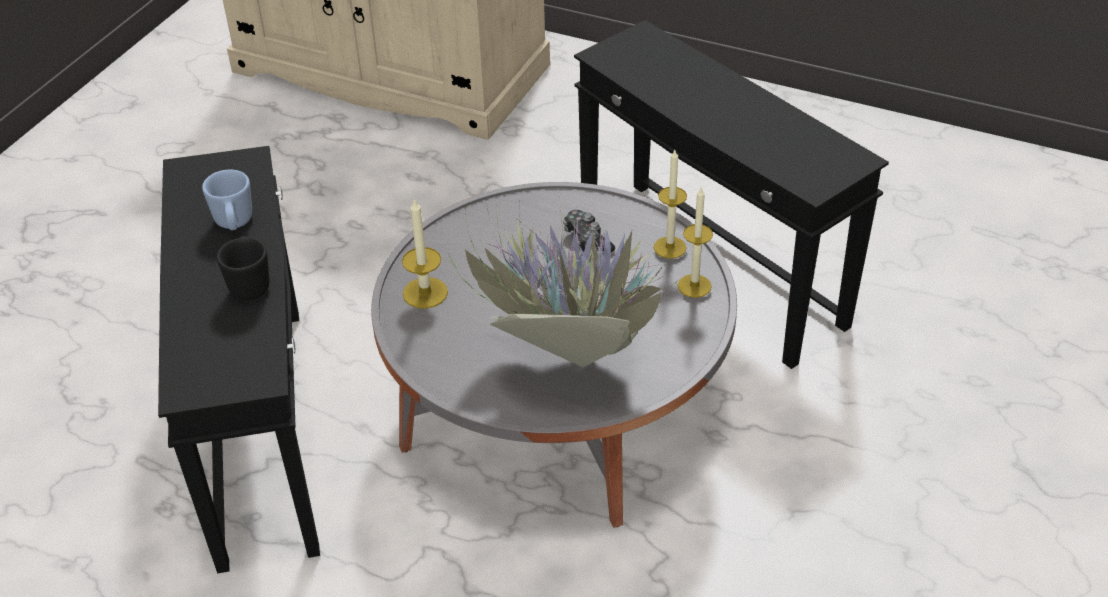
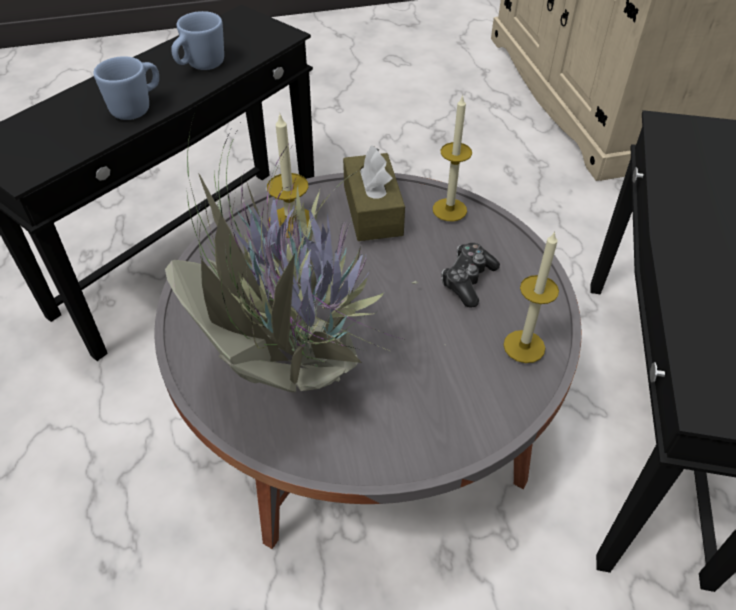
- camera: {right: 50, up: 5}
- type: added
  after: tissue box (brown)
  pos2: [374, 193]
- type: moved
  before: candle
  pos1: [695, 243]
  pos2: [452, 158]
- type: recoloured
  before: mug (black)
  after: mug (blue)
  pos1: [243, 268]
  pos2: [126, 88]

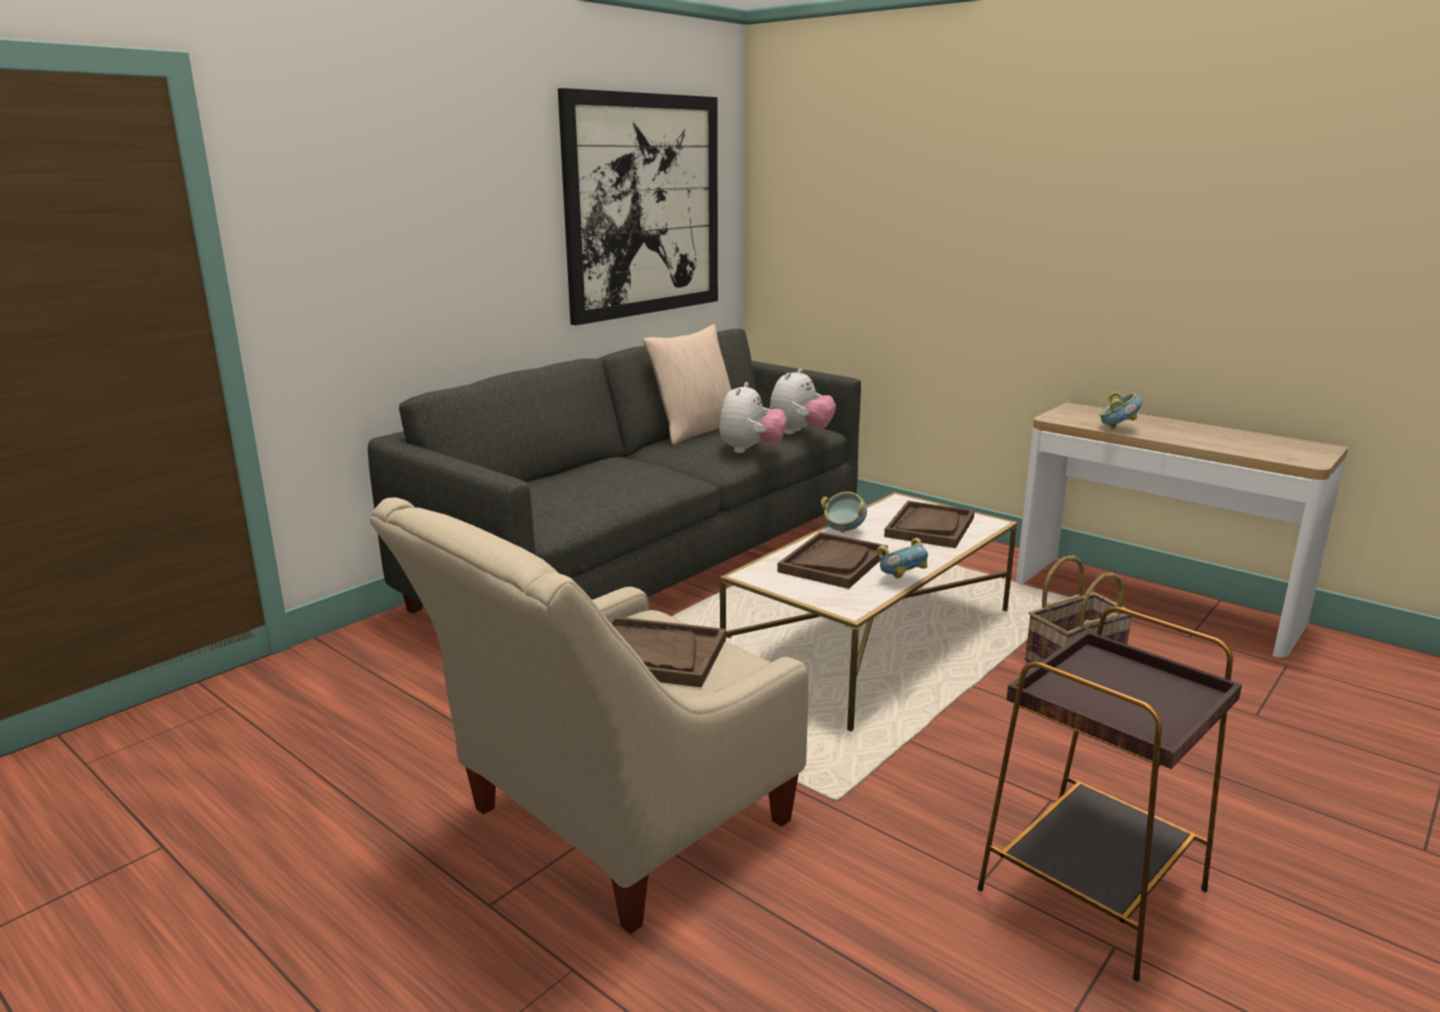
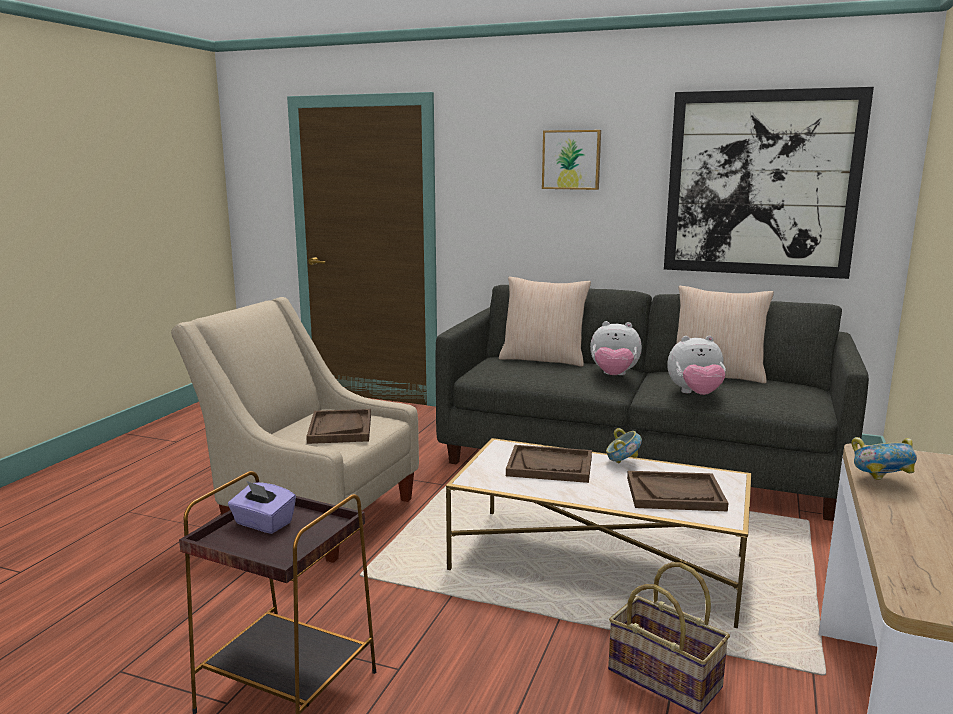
- camera: {right: 70, up: -5}
- type: removed
  before: bowl
  pos1: [902, 558]
- type: added
  after: tissue box (purple)
  pos2: [262, 507]
- type: added
  after: pillow (beige)
  pos2: [545, 322]
- type: added
  after: picture
  pos2: [571, 160]
- type: moved
  before: plush toy
  pos1: [803, 401]
  pos2: [616, 348]

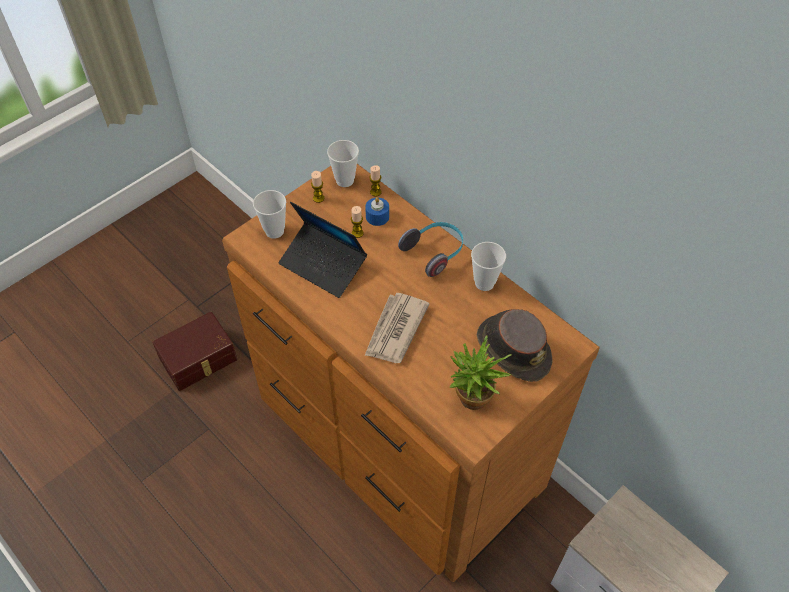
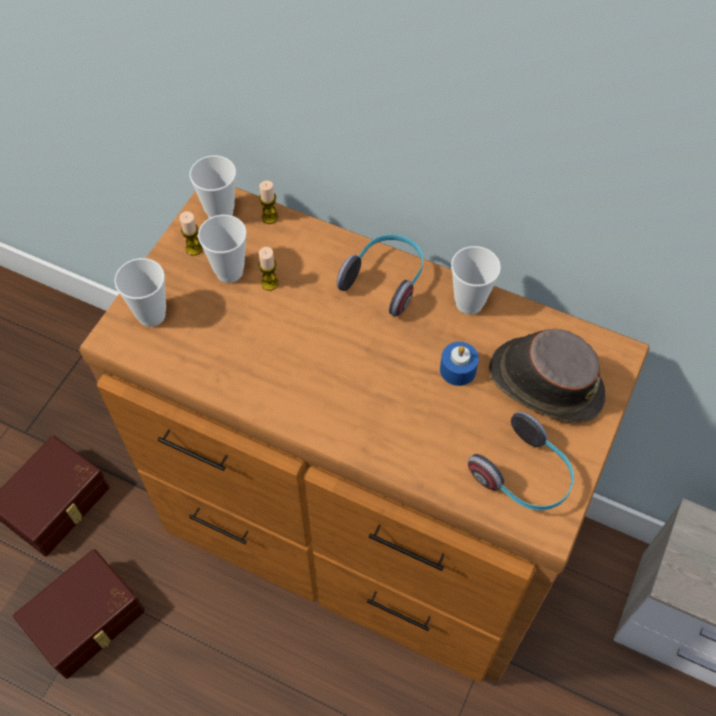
- camera: {right: -20, up: 5}
- type: removed
  before: laptop
  pos1: [323, 250]
- type: removed
  before: newspaper
  pos1: [396, 328]
- type: added
  after: storage box (brown)
  pos2: [79, 614]
- type: added
  after: cup
  pos2: [222, 249]
- type: moved
  before: candle (blue)
  pos1: [377, 211]
  pos2: [459, 364]
- type: replaced
  before: potted plant
  after: headphones
  pos1: [481, 373]
  pos2: [521, 461]

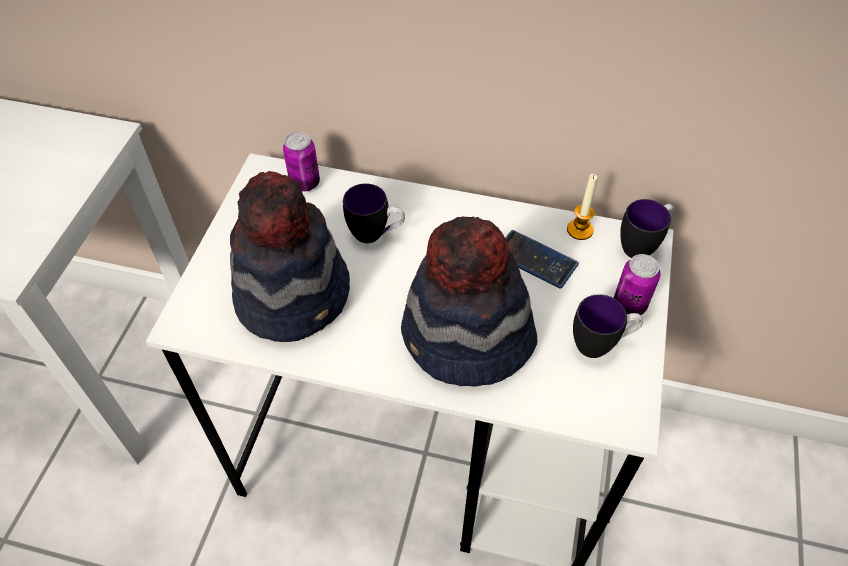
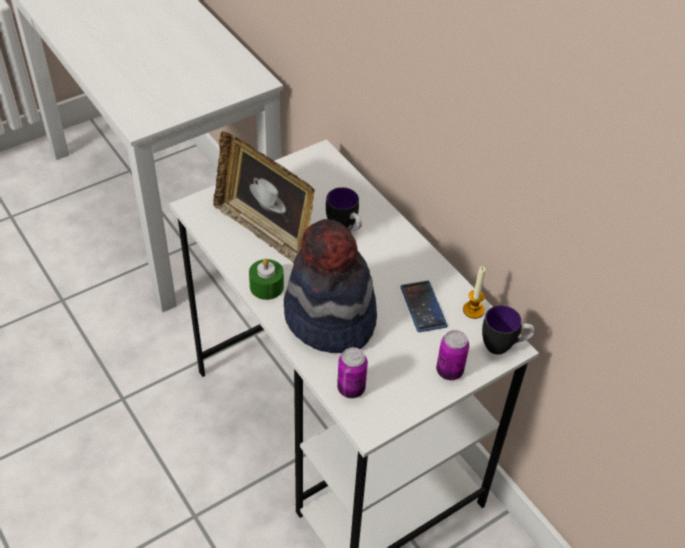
- camera: {right: 40, up: -5}
- type: removed
  before: mug
  pos1: [608, 326]
- type: added
  after: candle (green)
  pos2: [266, 279]
- type: moved
  before: can
  pos1: [301, 162]
  pos2: [352, 372]
- type: replaced
  before: hat
  after: picture frame
  pos1: [290, 256]
  pos2: [264, 197]

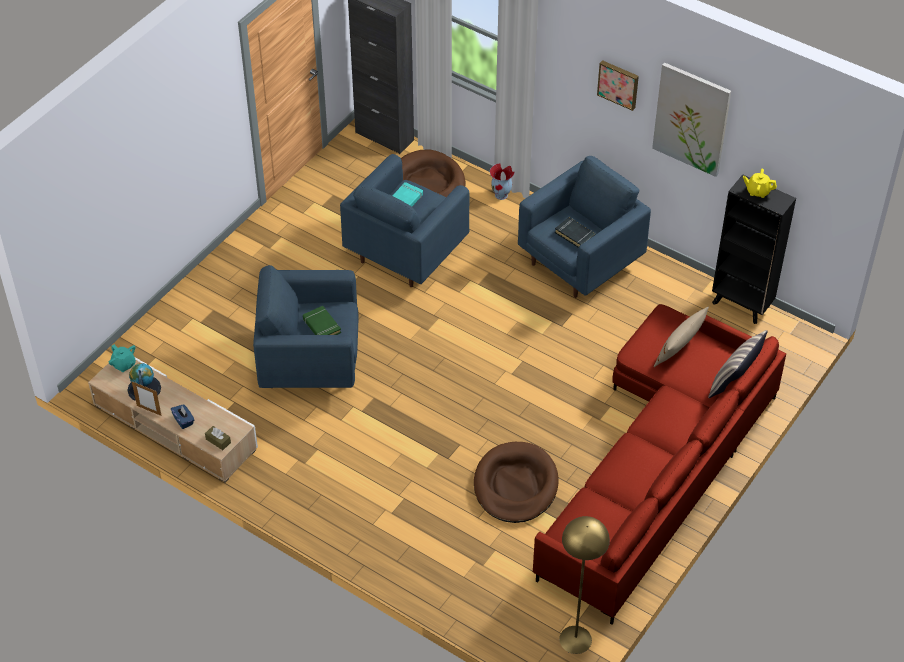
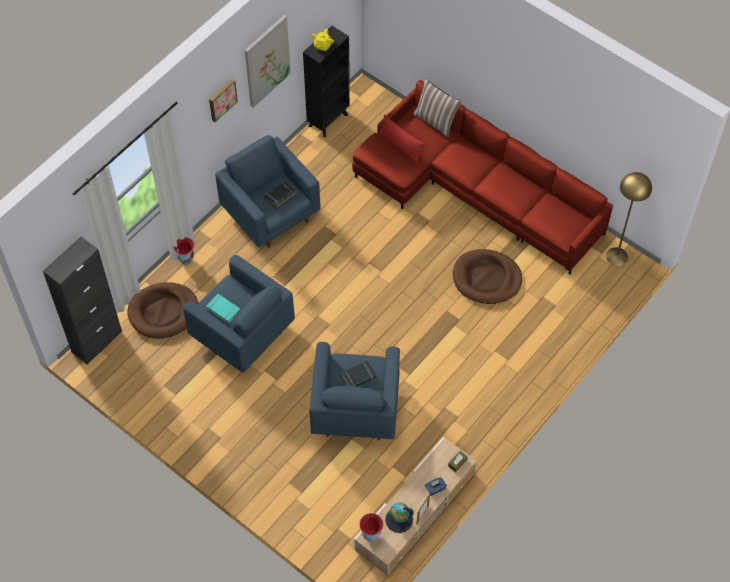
- camera: {right: -85, up: 10}
- type: replaced
  before: teapot (turquoise)
  after: vase
  pos1: [122, 358]
  pos2: [371, 527]
- type: recoloured
  before: book (green)
  after: book (black)
  pos1: [322, 320]
  pos2: [358, 374]
- type: recoloured
  before: pillow (beige)
  after: pillow (red)
  pos1: [681, 336]
  pos2: [400, 139]

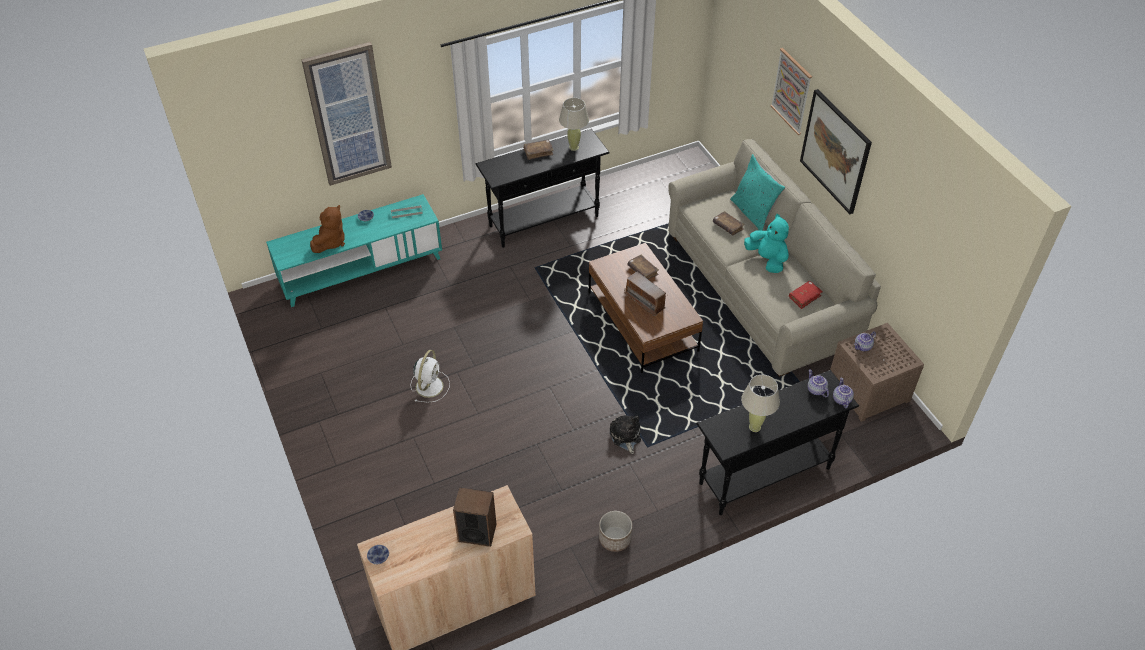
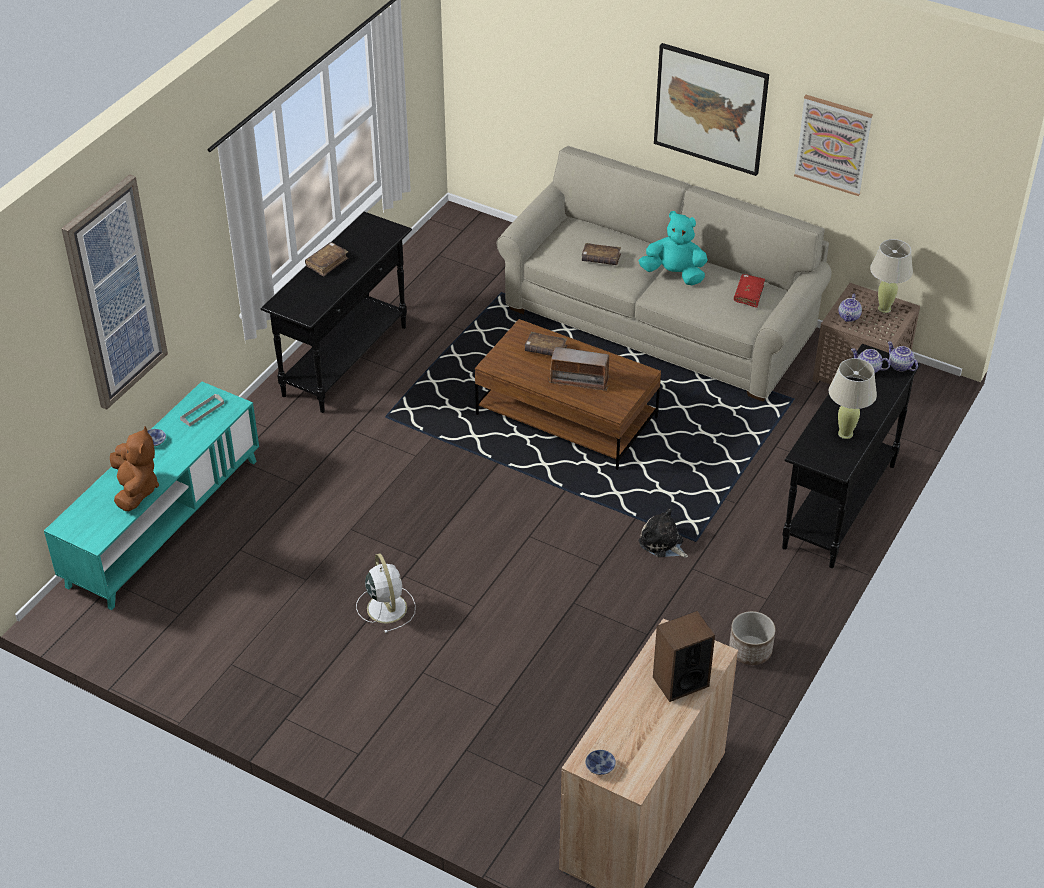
- camera: {right: -35, up: -5}
- type: removed
  before: pillow (turquoise)
  pos1: [758, 192]
- type: moved
  before: table lamp (beige)
  pos1: [574, 124]
  pos2: [891, 276]
- type: moved
  before: picture
  pos1: [791, 91]
  pos2: [833, 145]

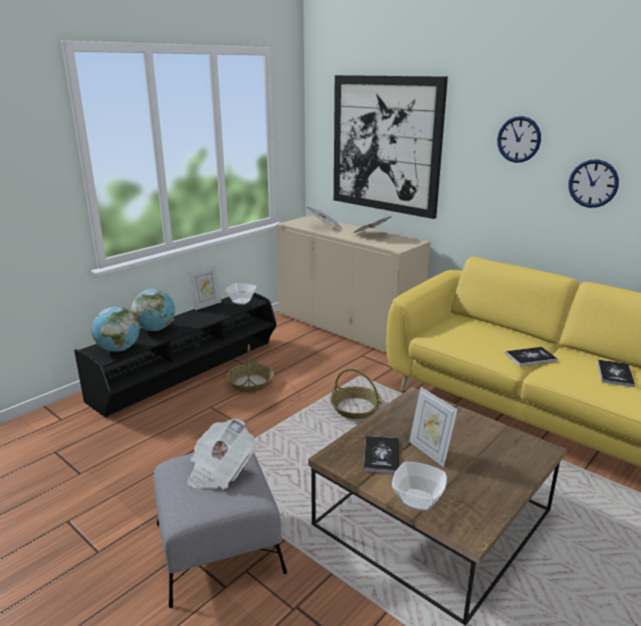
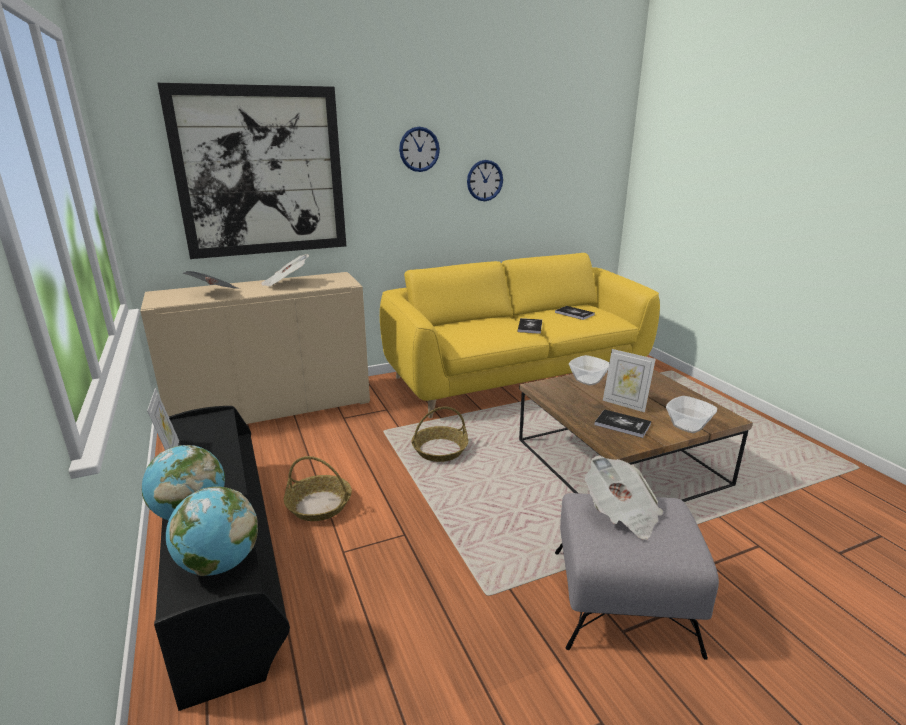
- camera: {right: -65, up: 0}
- type: moved
  before: bowl
  pos1: [240, 294]
  pos2: [589, 370]
- type: turned
  before: picture frame
  pos1: [433, 427]
  pos2: [629, 381]
  turn: 45

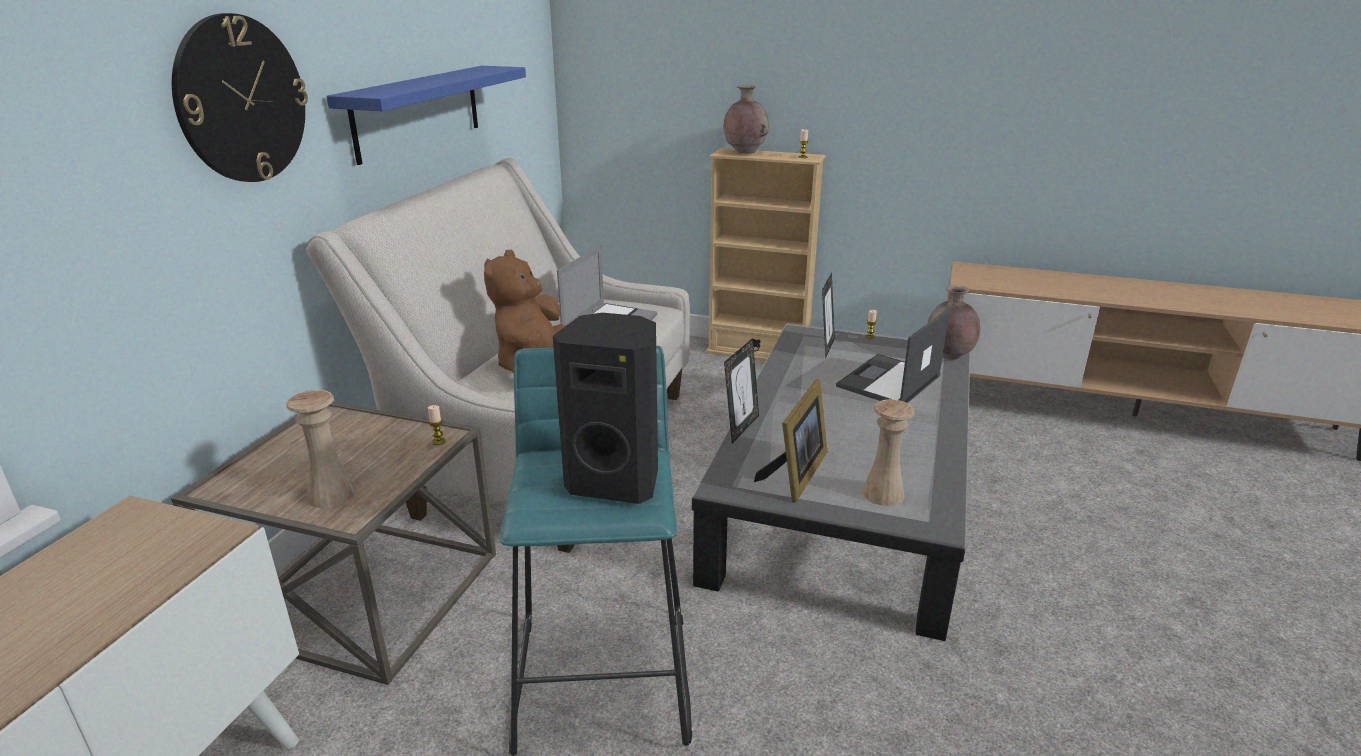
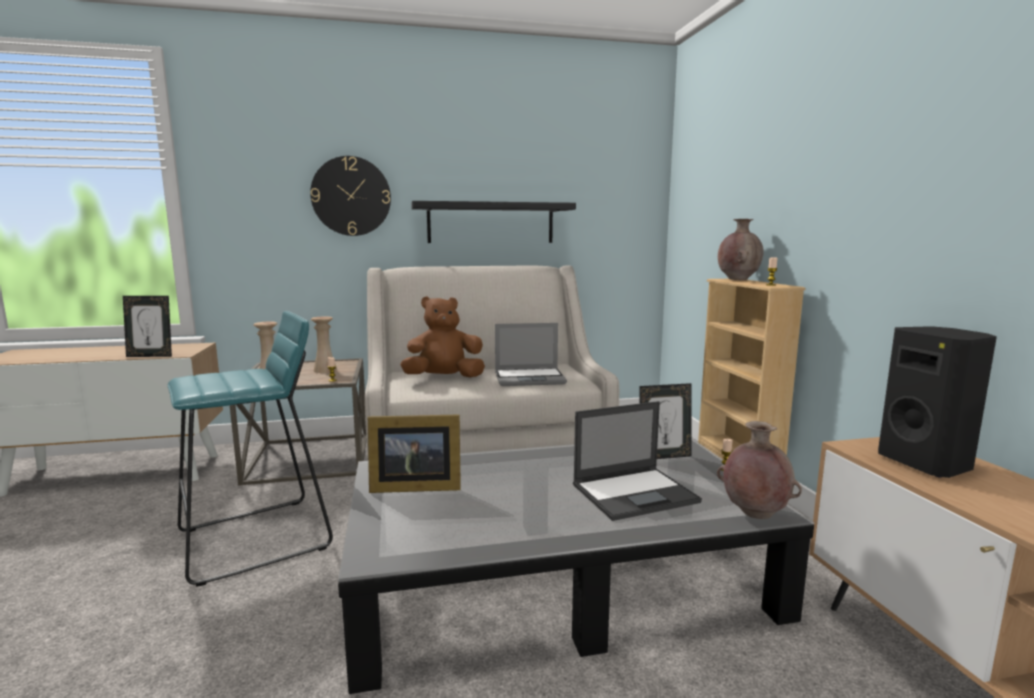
- camera: {right: 60, up: -15}
- type: moved
  before: speaker (black)
  pos1: [605, 408]
  pos2: [937, 402]
- type: moved
  before: picture frame
  pos1: [741, 390]
  pos2: [147, 326]
- type: moved
  before: vase (beige)
  pos1: [888, 452]
  pos2: [324, 344]
- type: recoloured
  before: shelf (blue)
  after: shelf (black)
  pos1: [426, 115]
  pos2: [493, 222]
- type: turned
  before: laptop
  pos1: [893, 356]
  pos2: [637, 461]
  turn: 150

